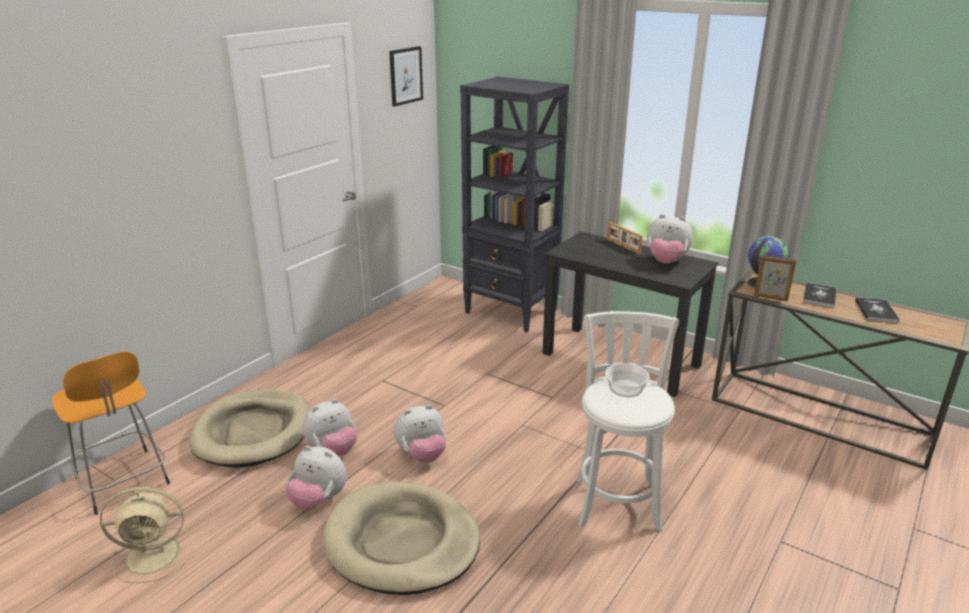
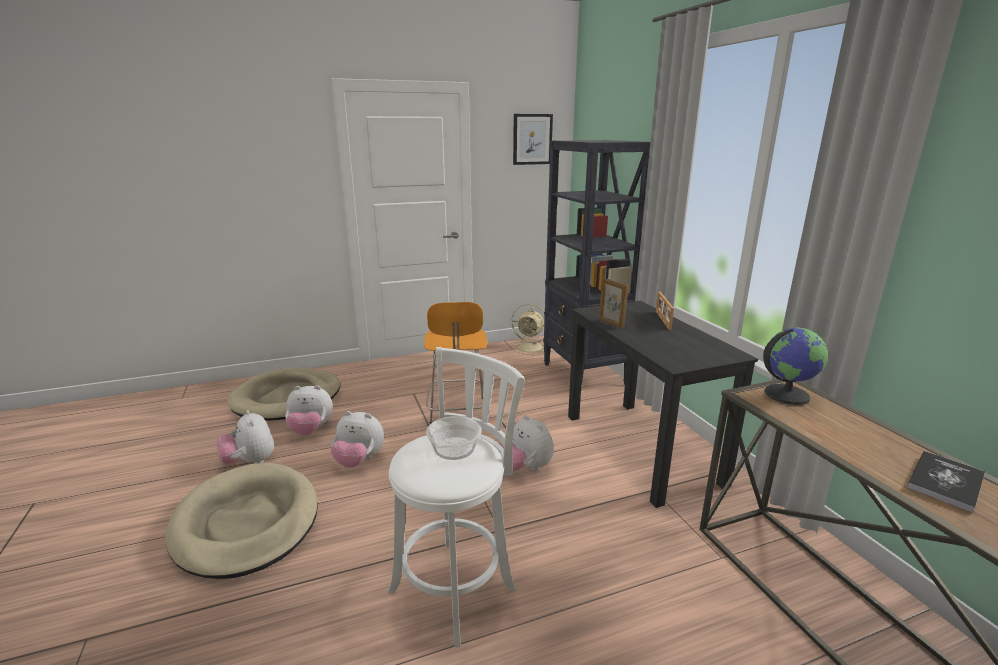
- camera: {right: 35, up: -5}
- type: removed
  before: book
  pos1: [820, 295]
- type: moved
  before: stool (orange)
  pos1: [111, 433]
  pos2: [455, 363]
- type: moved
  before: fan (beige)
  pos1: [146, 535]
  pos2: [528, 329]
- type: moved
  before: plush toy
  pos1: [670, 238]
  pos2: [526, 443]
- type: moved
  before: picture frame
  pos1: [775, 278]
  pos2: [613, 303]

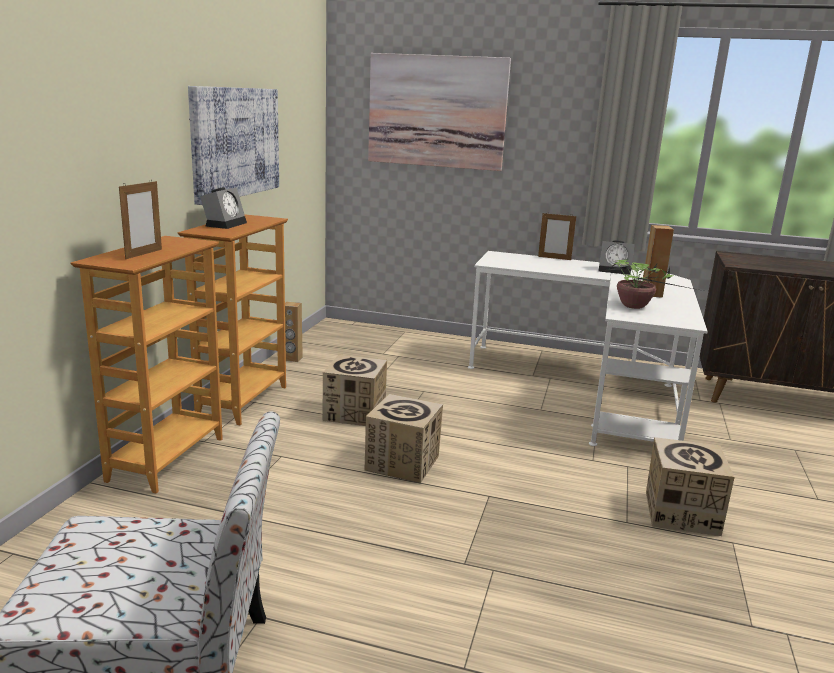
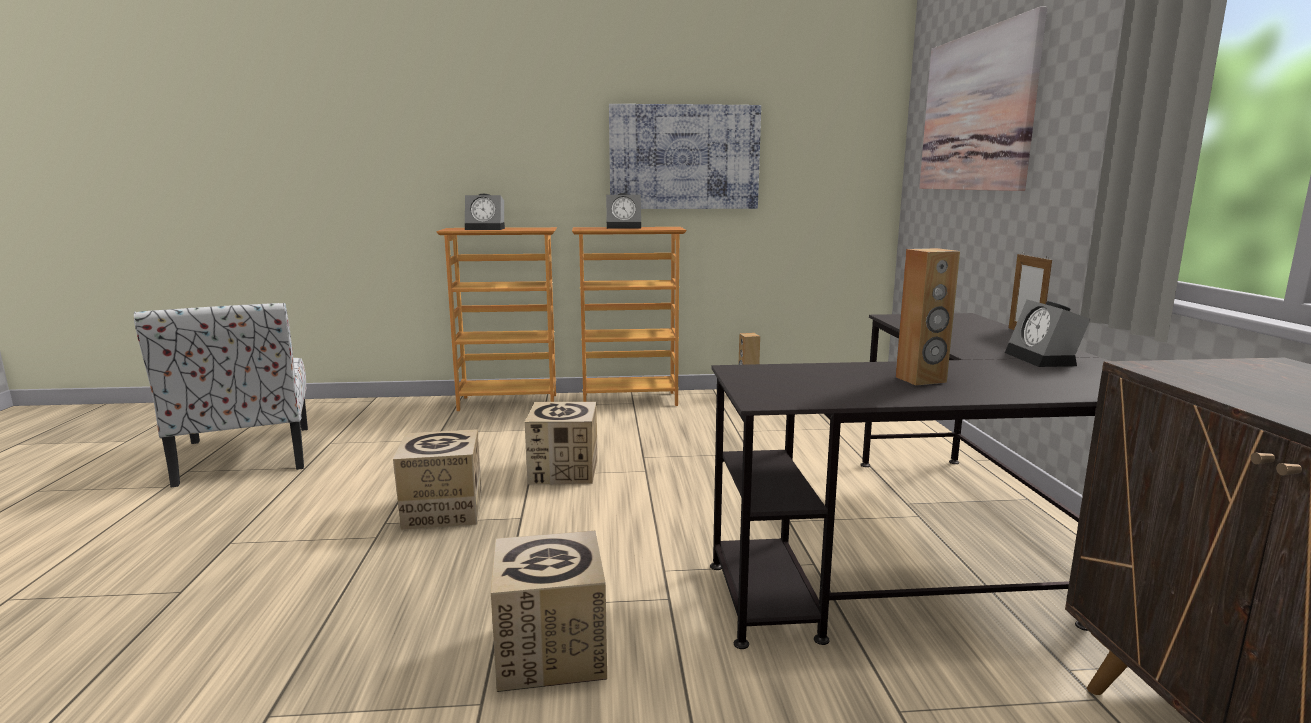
- camera: {right: 70, up: -5}
- type: removed
  before: potted plant
  pos1: [653, 284]
- type: moved
  before: cardboard box
  pos1: [355, 390]
  pos2: [437, 479]
- type: replaced
  before: picture frame
  after: alarm clock
  pos1: [140, 219]
  pos2: [485, 212]
- type: recoloured
  before: desk (white)
  after: desk (black)
  pos1: [588, 348]
  pos2: [909, 481]

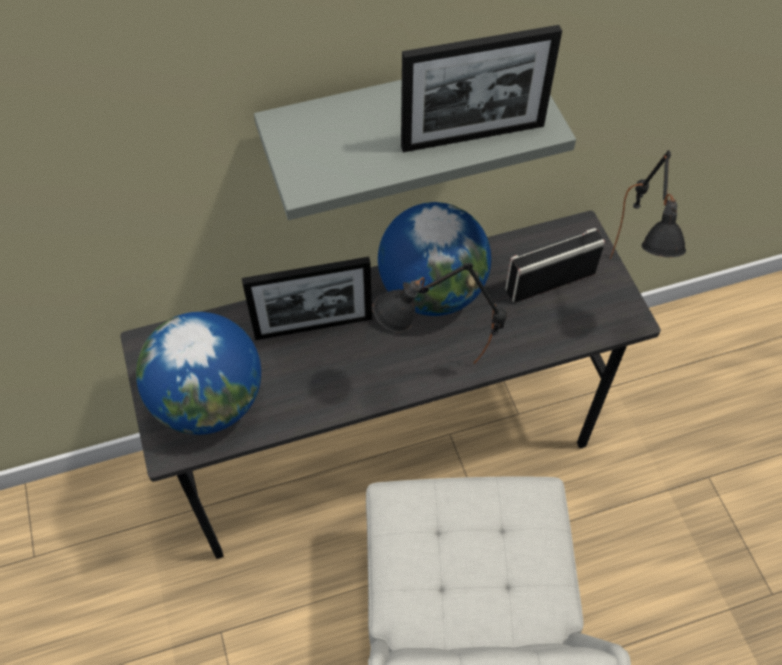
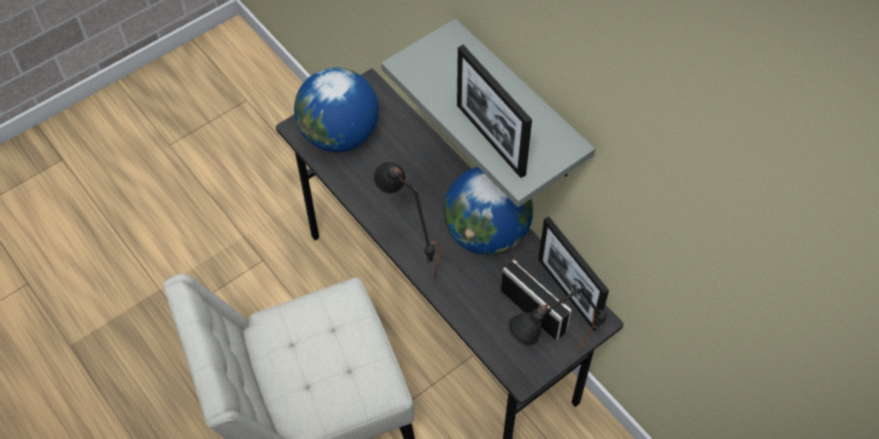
- camera: {right: 70, up: 0}
- type: moved
  before: picture frame
  pos1: [307, 298]
  pos2: [573, 274]

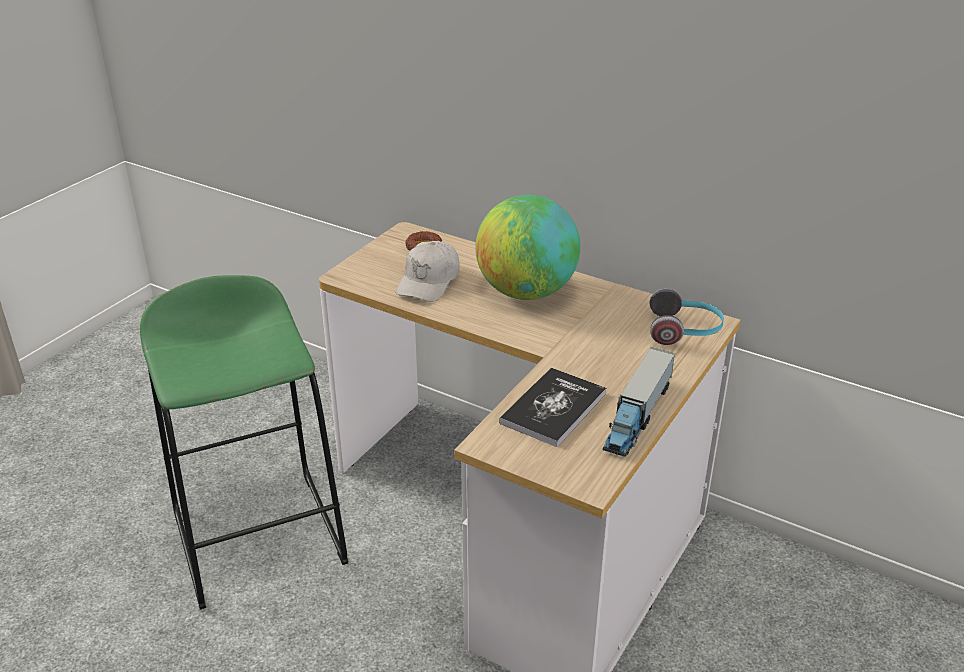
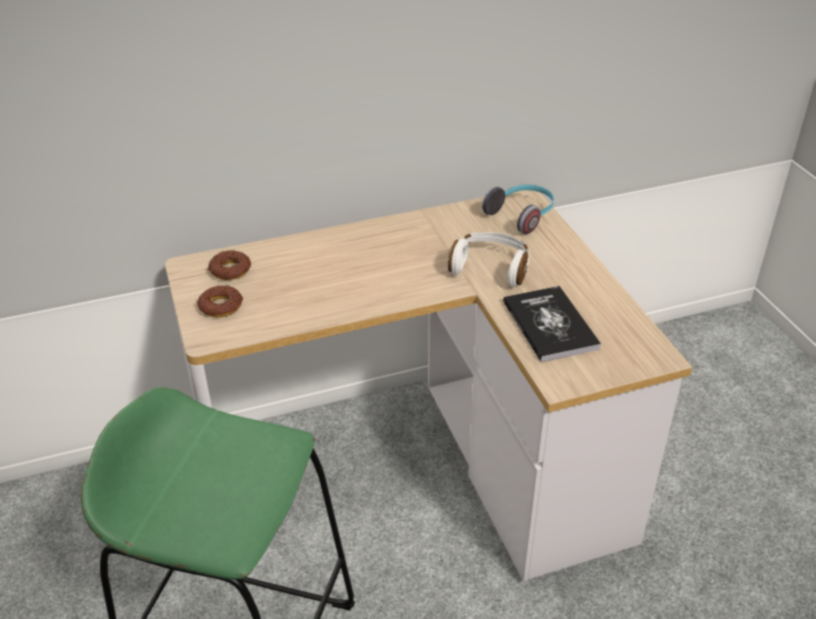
- camera: {right: -50, up: 5}
- type: removed
  before: cap (white)
  pos1: [428, 271]
- type: removed
  before: globe
  pos1: [527, 247]
- type: removed
  before: toy truck
  pos1: [639, 402]
- type: added
  after: donut
  pos2: [220, 301]
- type: added
  after: headphones (white)
  pos2: [488, 259]

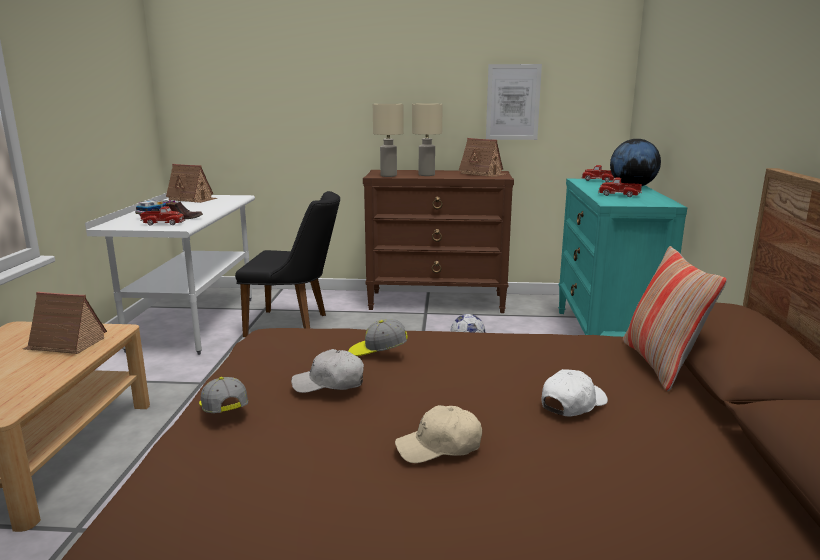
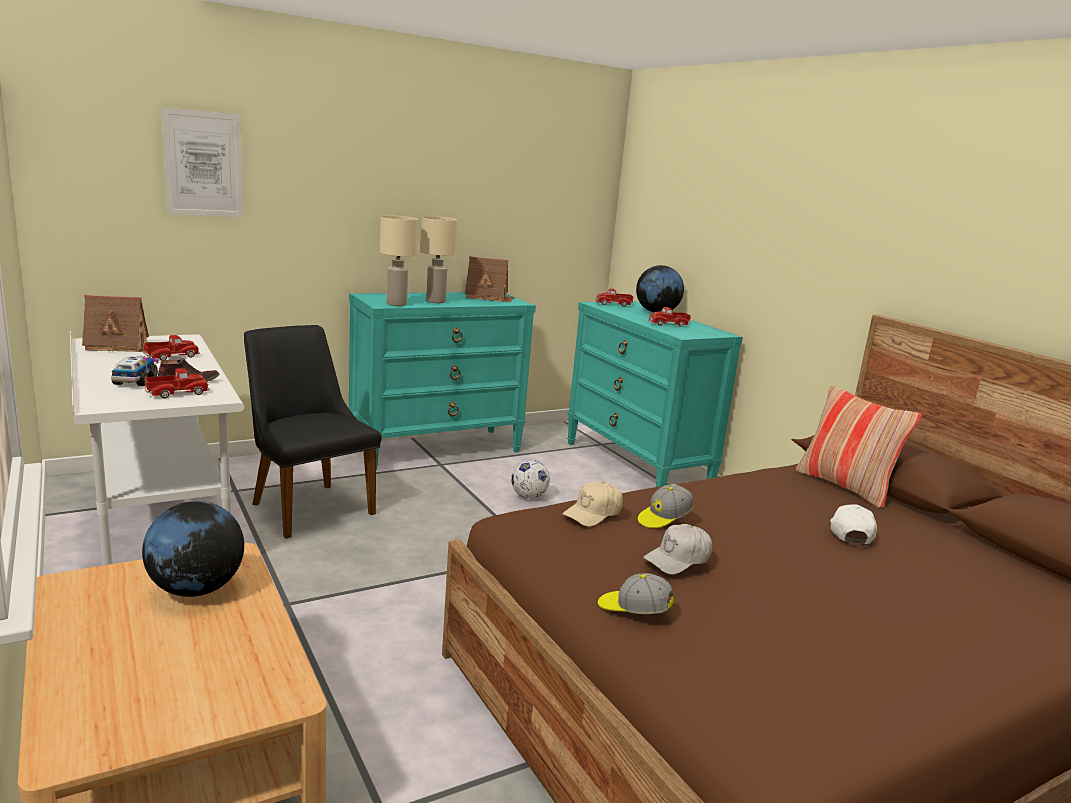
- camera: {right: -35, up: 0}
- type: added
  after: toy truck
  pos2: [171, 348]
- type: moved
  before: cap (beige)
  pos1: [438, 434]
  pos2: [593, 504]
- type: moved
  before: picture
  pos1: [514, 102]
  pos2: [202, 162]
- type: replaced
  before: toy house
  after: globe
  pos1: [65, 323]
  pos2: [193, 549]
- type: recoloured
  before: dresser (brown)
  after: dresser (turquoise)
  pos1: [438, 241]
  pos2: [442, 381]
- type: turned
  before: chair (black)
  pos1: [287, 264]
  pos2: [313, 432]
  turn: -105

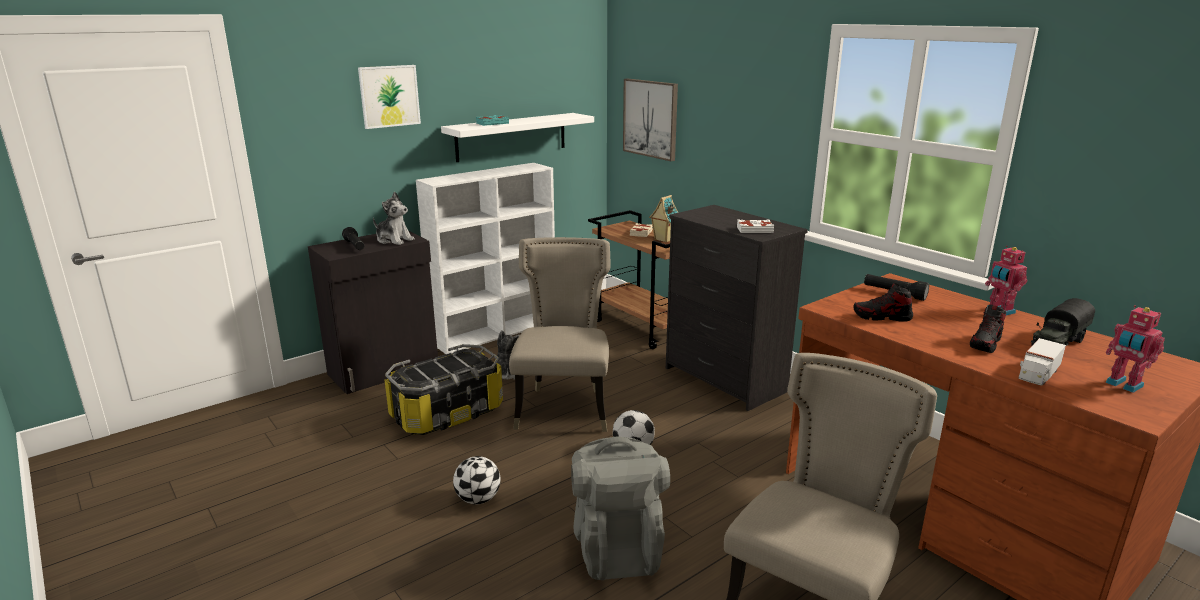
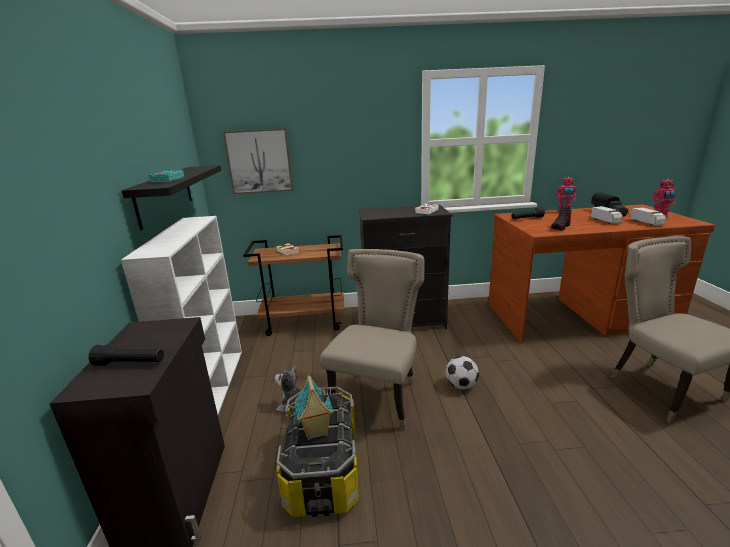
- camera: {right: -55, up: 0}
- type: removed
  before: picture
  pos1: [389, 97]
- type: removed
  before: plush toy
  pos1: [393, 218]
- type: removed
  before: football
  pos1: [476, 480]
- type: removed
  before: backpack (grey)
  pos1: [620, 508]
- type: moved
  before: toy house
  pos1: [664, 218]
  pos2: [314, 407]
- type: replaced
  before: shoe
  after: toy truck
  pos1: [988, 328]
  pos2: [607, 215]
- type: recoloured
  before: shelf (white)
  after: shelf (black)
  pos1: [517, 137]
  pos2: [171, 197]
- type: turned
  before: chair (beige)
  pos1: [560, 334]
  pos2: [372, 339]
  turn: 75

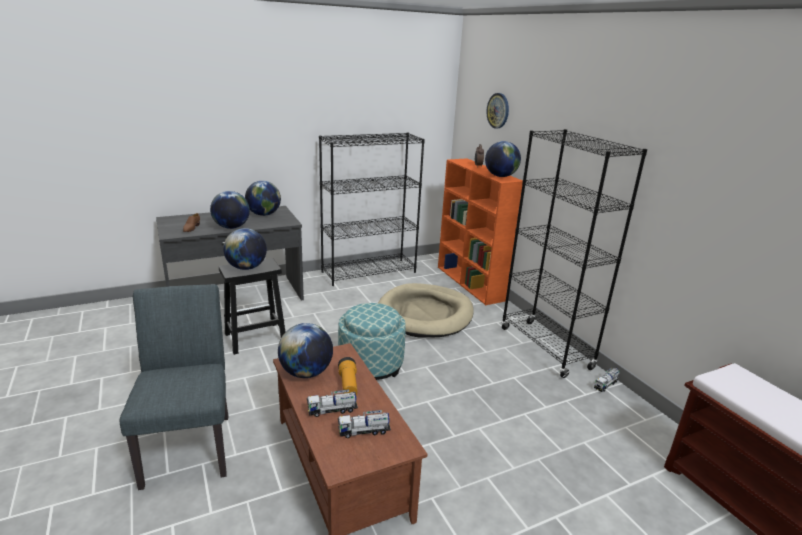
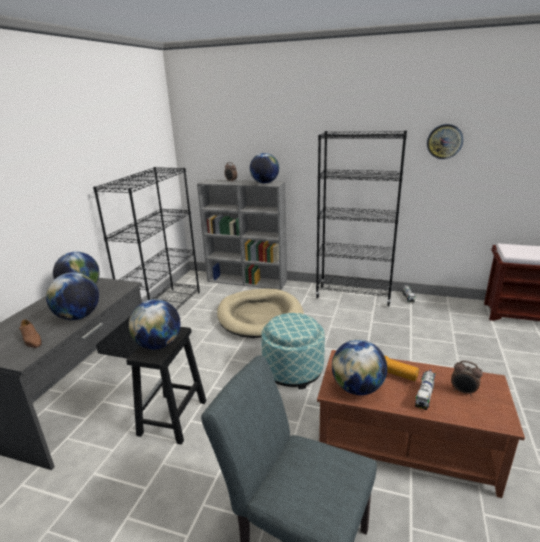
- camera: {right: -45, up: 0}
- type: moved
  before: wall clock
  pos1: [497, 111]
  pos2: [445, 141]
- type: replaced
  before: toy truck
  after: alarm clock
  pos1: [364, 424]
  pos2: [467, 378]
- type: recoloured
  before: bookcase (orange)
  after: bookcase (grey)
  pos1: [480, 231]
  pos2: [242, 234]

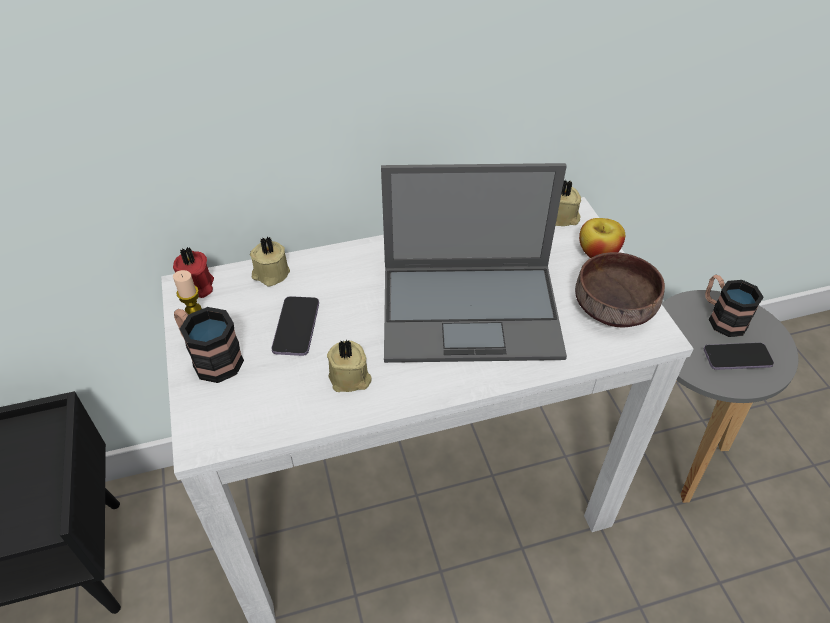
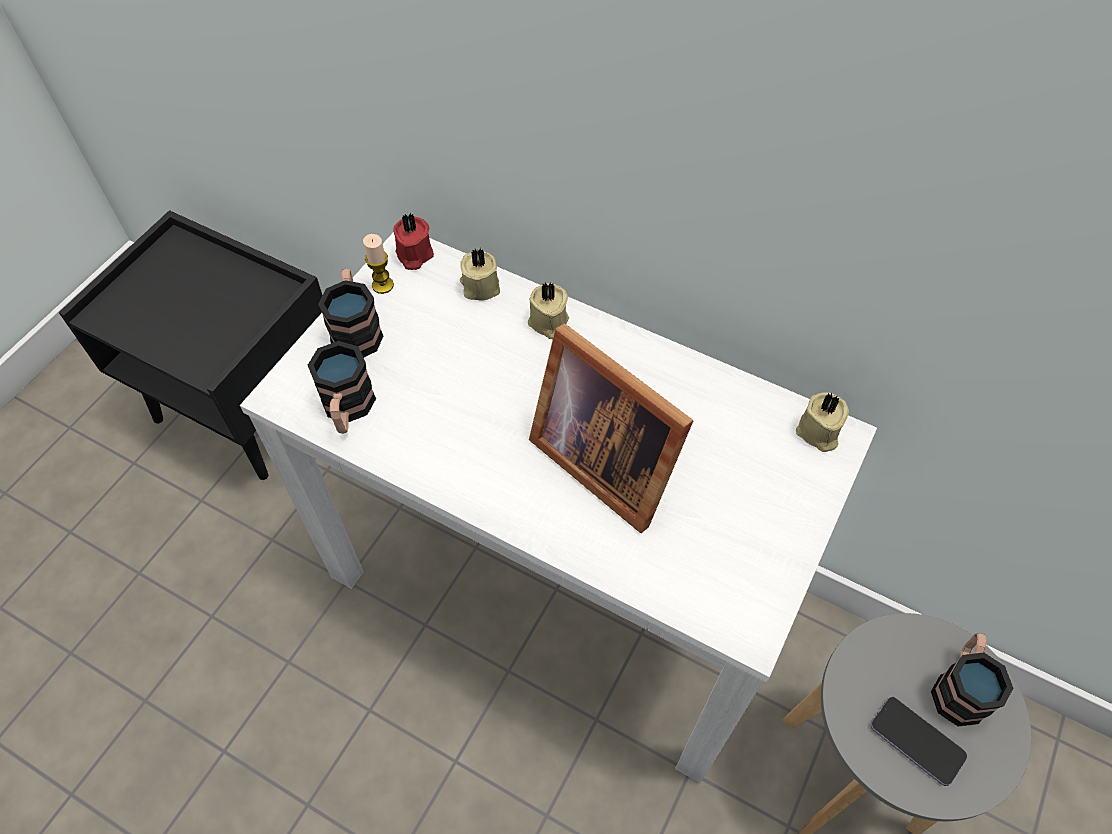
- camera: {right: 45, up: 10}
- type: removed
  before: phone
  pos1: [295, 326]
- type: removed
  before: bowl (brown)
  pos1: [620, 290]
- type: removed
  before: apple
  pos1: [602, 238]
- type: added
  after: mug
  pos2: [342, 387]
- type: moved
  before: candle (beige)
  pos1: [349, 365]
  pos2: [548, 310]
- type: replaced
  before: laptop
  after: picture frame
  pos1: [474, 263]
  pos2: [611, 428]

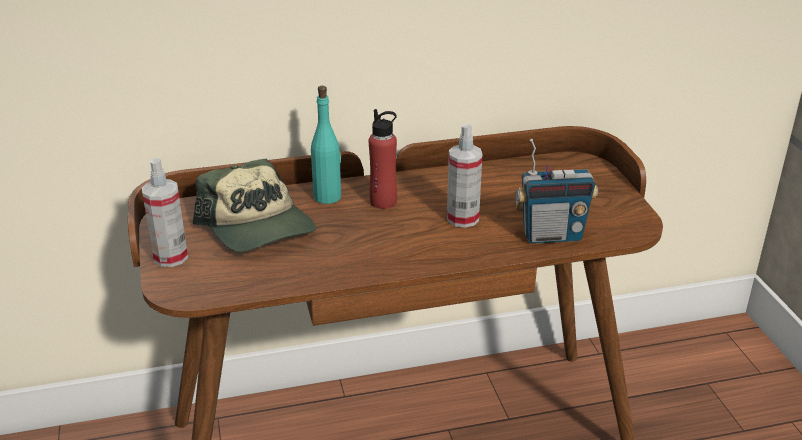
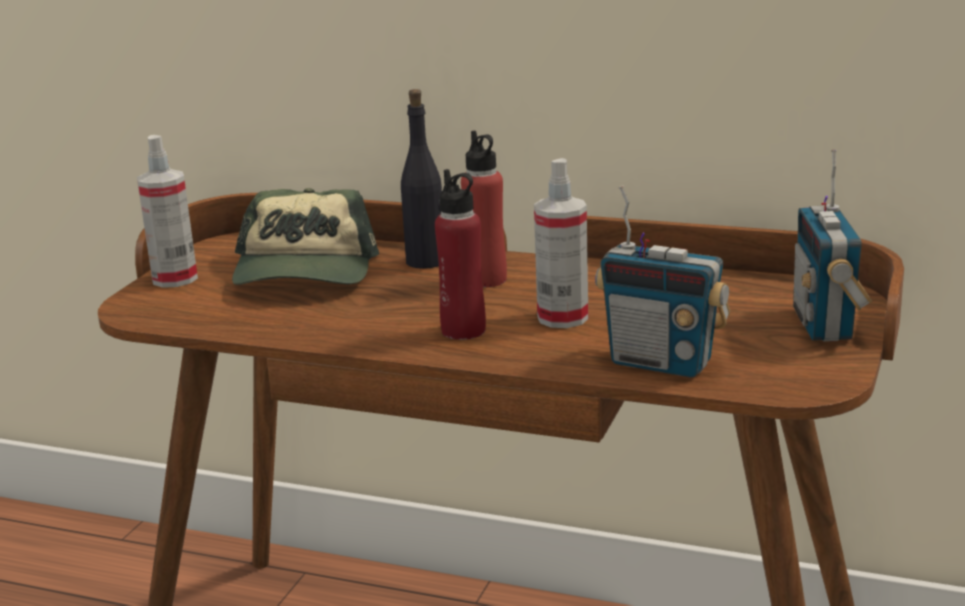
- camera: {right: 35, up: -10}
- type: added
  after: bottle (red)
  pos2: [460, 254]
- type: added
  after: radio
  pos2: [833, 246]
- type: recoloured
  before: bottle (turquoise)
  after: bottle (black)
  pos1: [326, 145]
  pos2: [421, 179]

